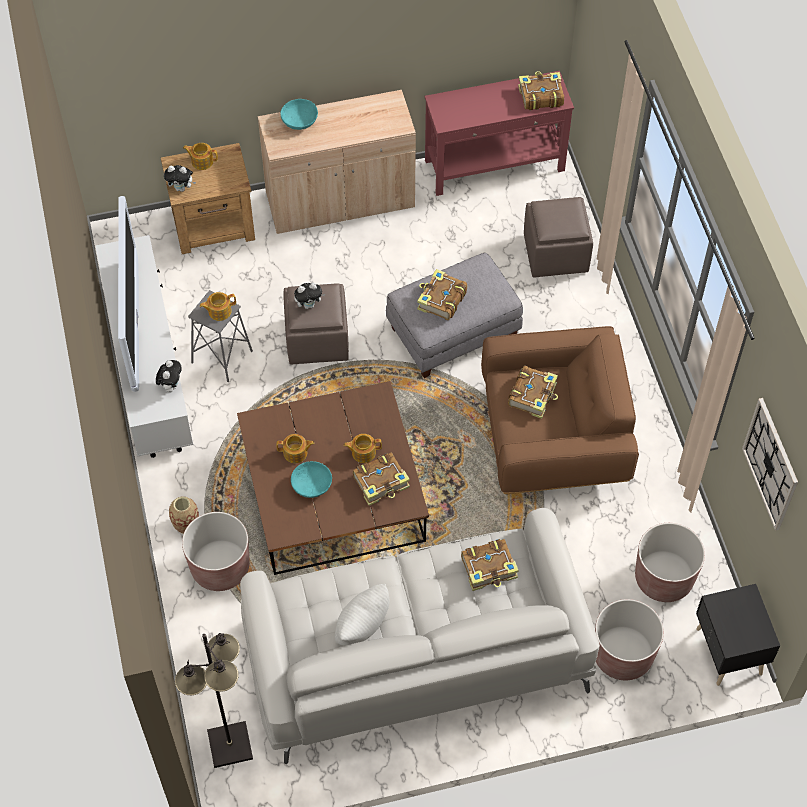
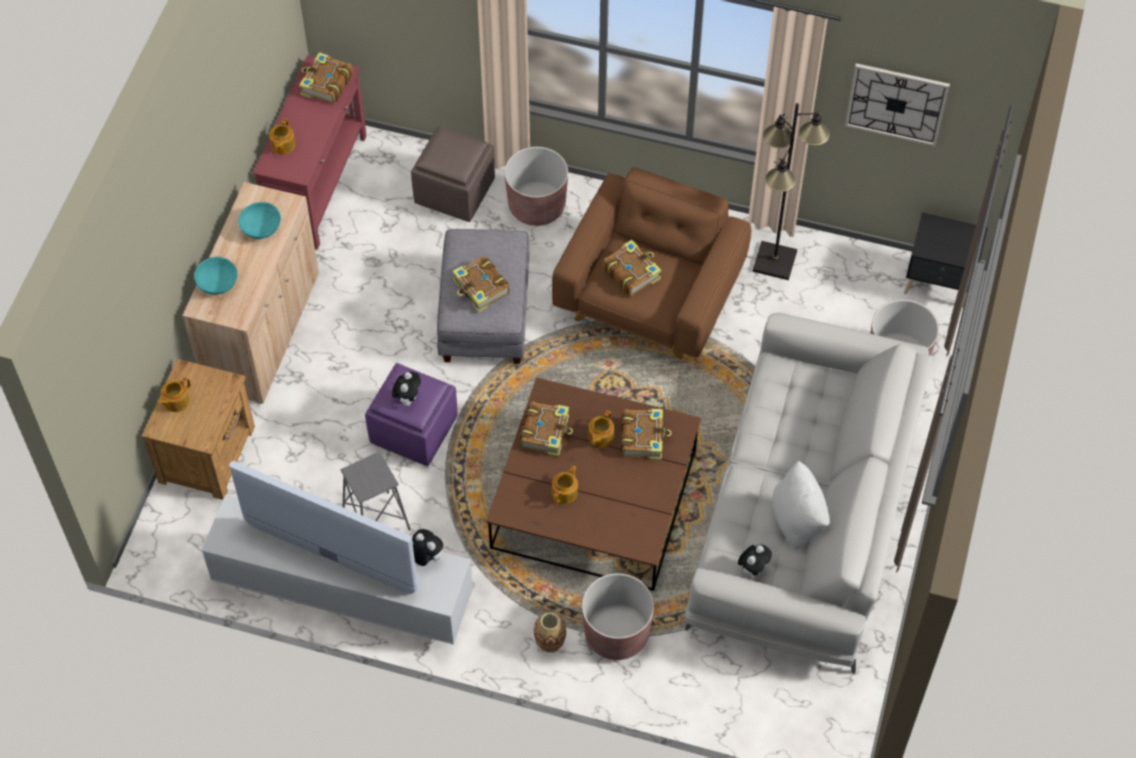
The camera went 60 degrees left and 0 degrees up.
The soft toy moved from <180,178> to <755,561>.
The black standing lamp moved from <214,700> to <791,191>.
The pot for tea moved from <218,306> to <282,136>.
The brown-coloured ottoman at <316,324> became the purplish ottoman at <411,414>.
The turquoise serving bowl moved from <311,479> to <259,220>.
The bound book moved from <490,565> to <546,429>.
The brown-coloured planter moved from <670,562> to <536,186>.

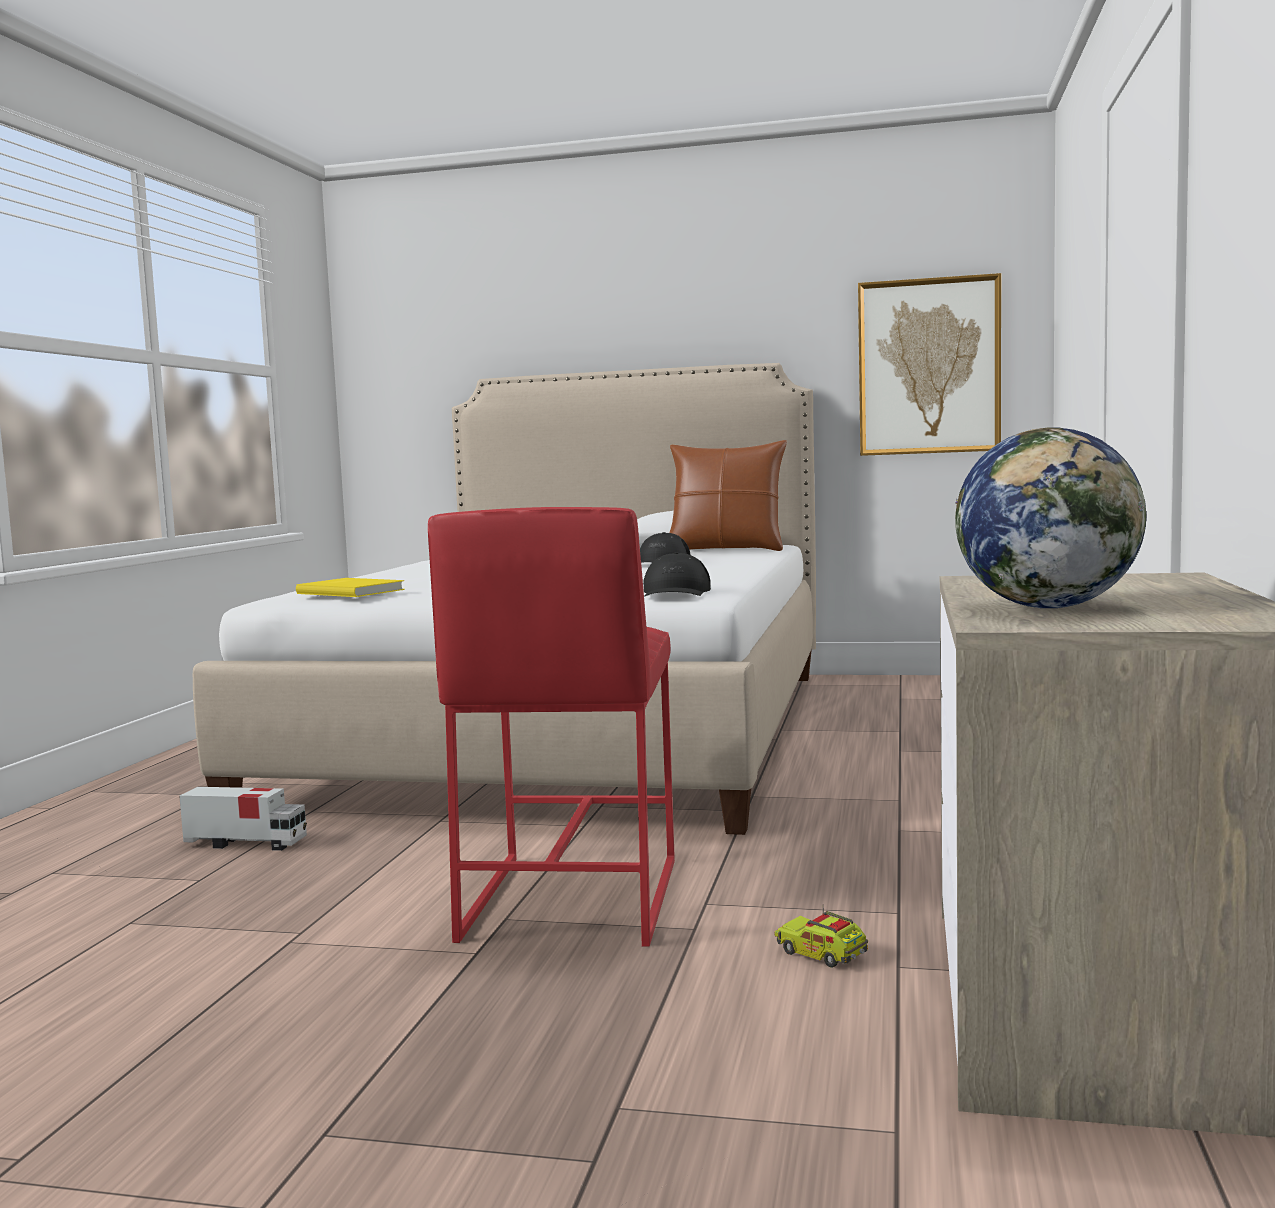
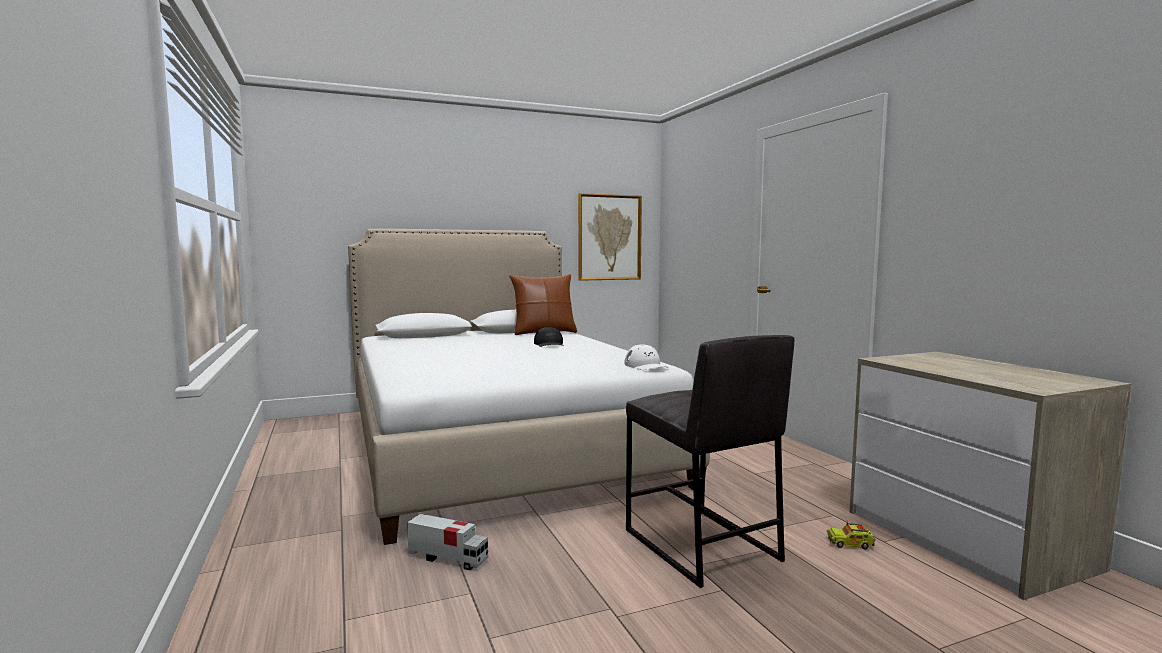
The camera went 35 degrees left and 0 degrees up.
The toy truck at <243,819> turned 45 degrees clockwise.
The yellowish bound book at <350,587> disappeared.
The red stool seat at <551,727> became the grey stool seat at <710,461>.
The black cap at <677,574> became the whitish cap at <646,357>.
The globe at <1051,518> disappeared.

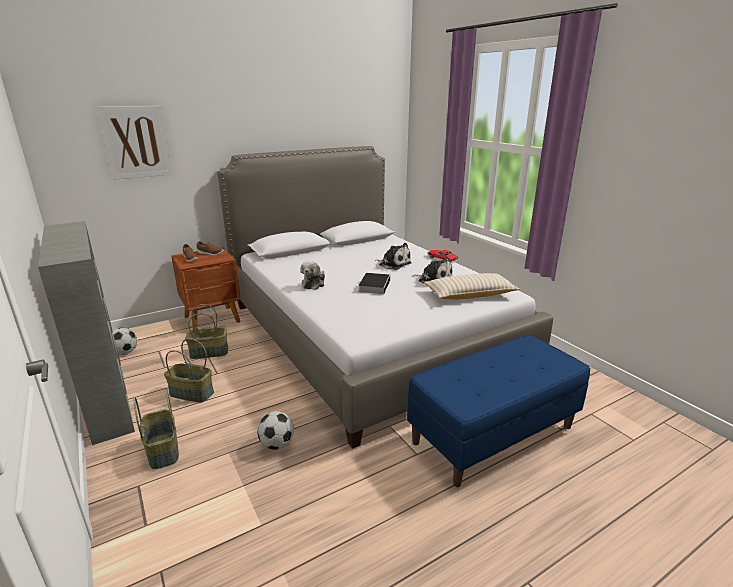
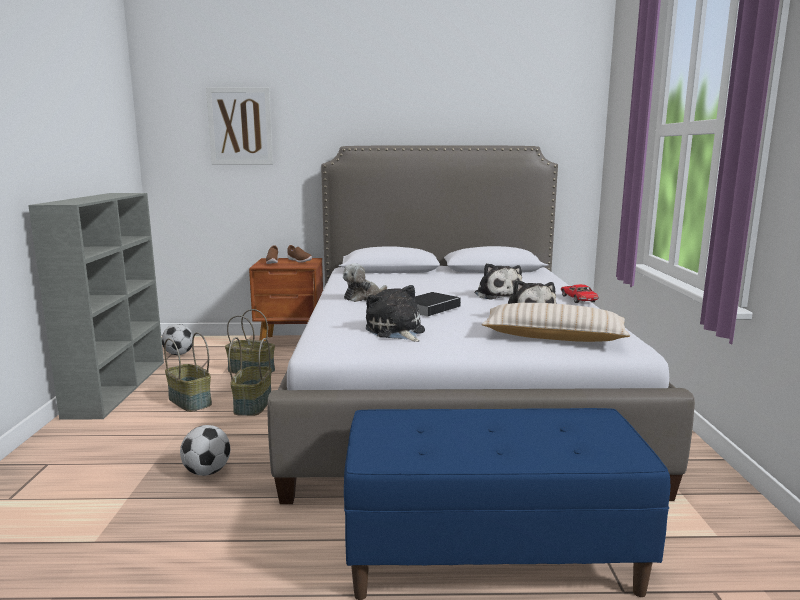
The camera went 30 degrees right and 10 degrees down.
The basket moved from <156,429> to <249,376>.
The soft toy at <395,313> appeared.

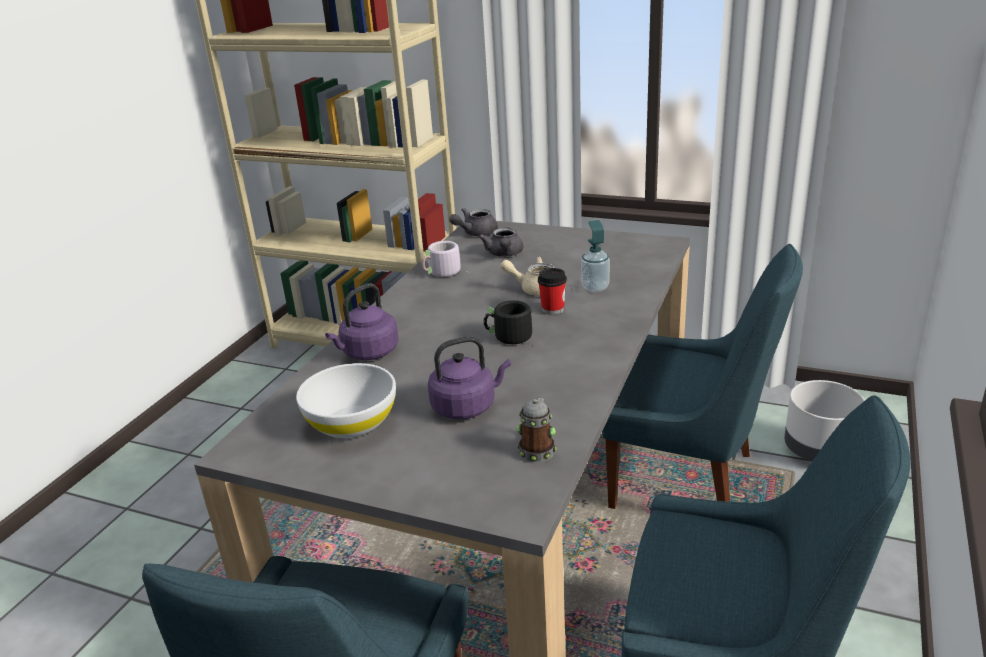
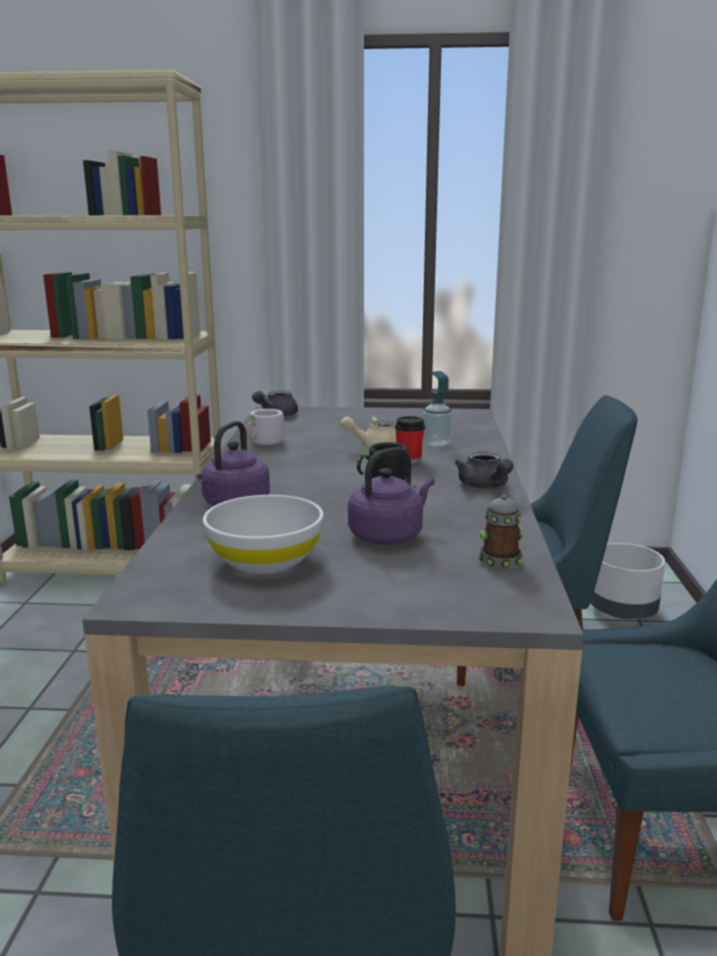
The camera went 20 degrees left and 10 degrees down.
The grey pot for tea moved from <501,242> to <484,470>.

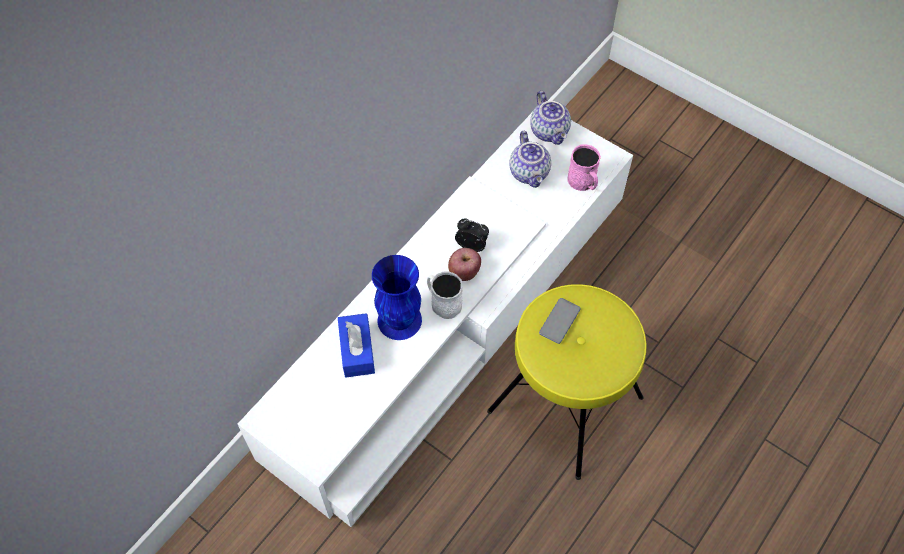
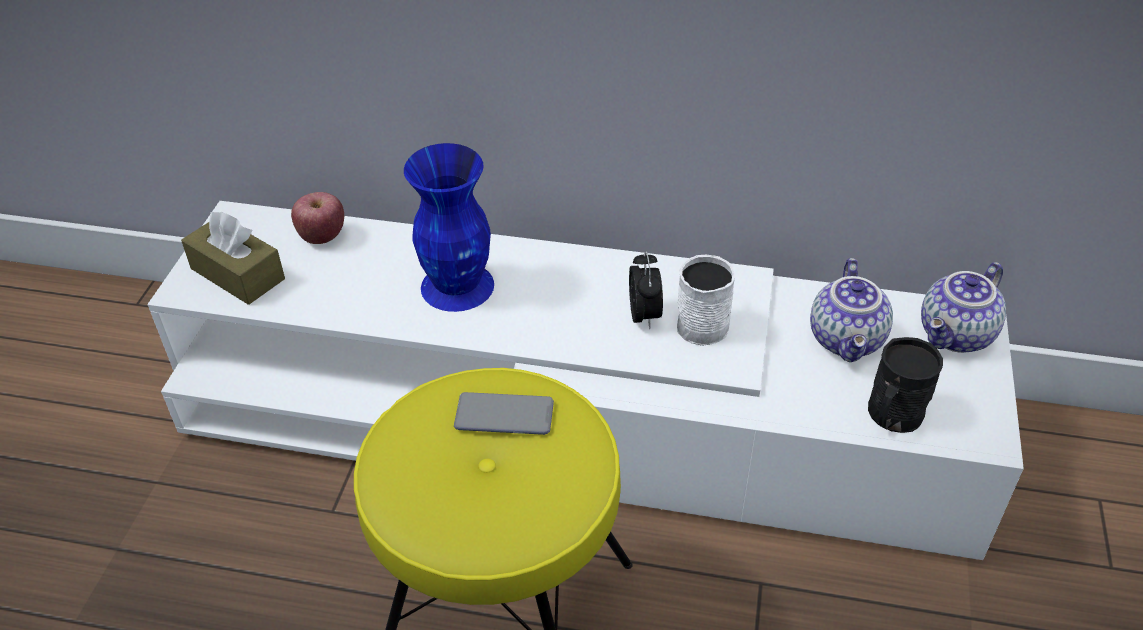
The camera went 65 degrees right and 15 degrees down.
The blue-coloured tissue box at <356,345> disappeared.
The whitish coffee mug moved from <445,295> to <706,300>.
The apple moved from <464,264> to <317,218>.
The pot for tea at <530,159> turned 45 degrees counterclockwise.
The pinkish coffee mug at <584,168> became the black coffee mug at <905,385>.
The brown-coloured tissue box at <233,258> appeared.

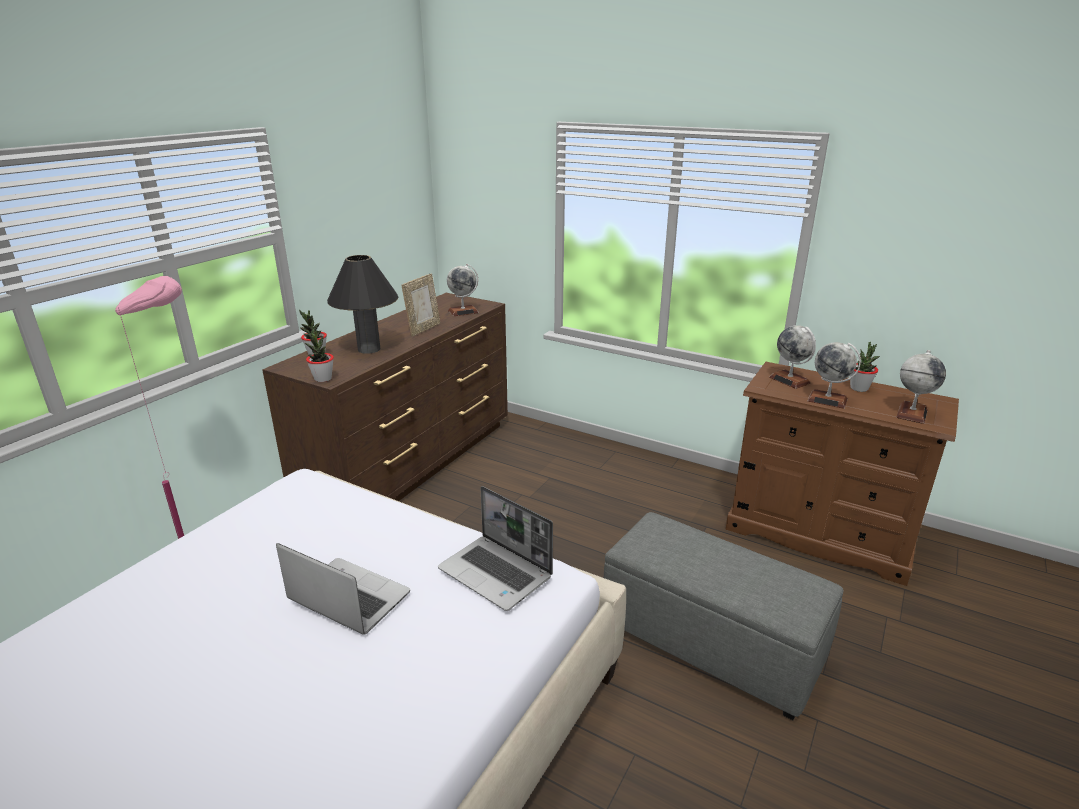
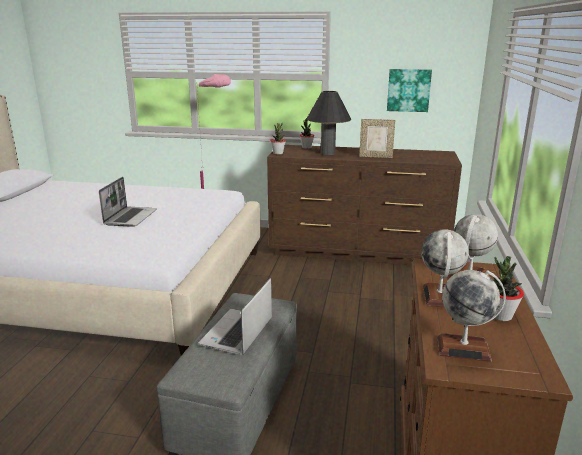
The camera went 70 degrees right and 5 degrees down.
The portable computer moved from <495,548> to <235,316>.
The globe at <463,290> disappeared.
The wall art at <409,90> appeared.

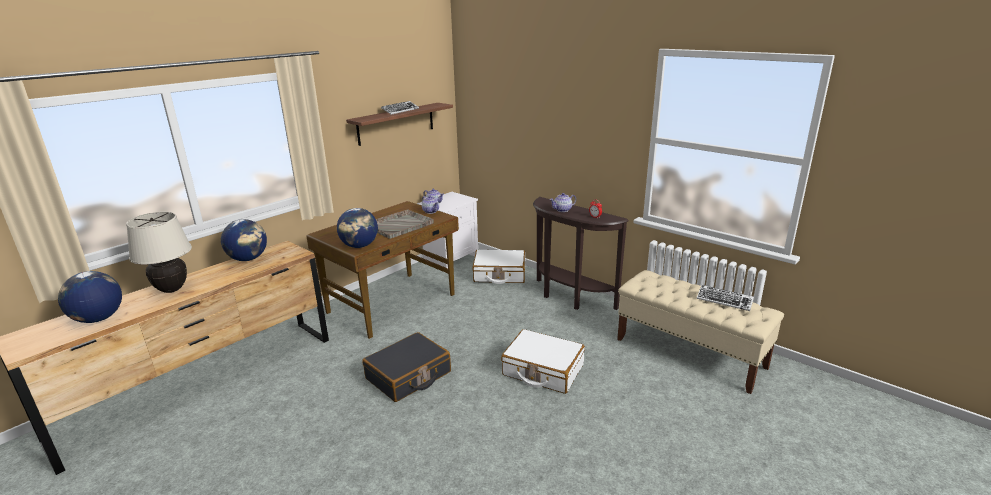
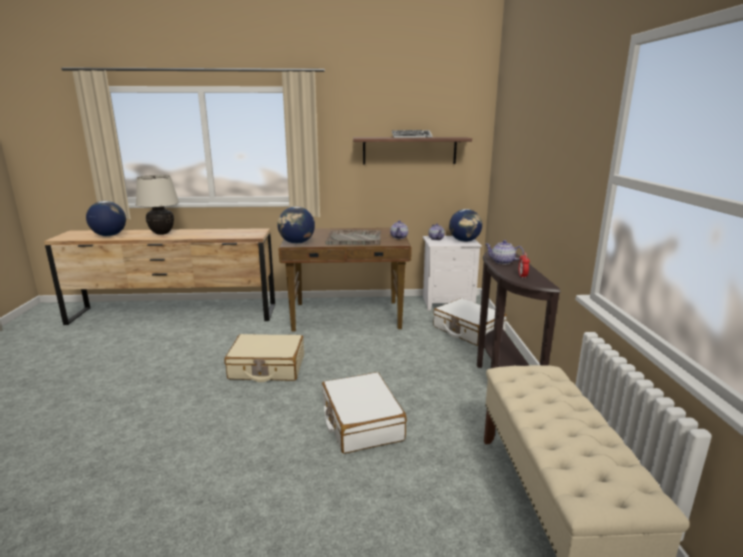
The camera went 45 degrees right and 5 degrees down.
The globe moved from <244,240> to <465,225>.
The black piece of luggage at <406,367> became the sand-coloured piece of luggage at <264,358>.
The PC keyboard at <725,298> disappeared.

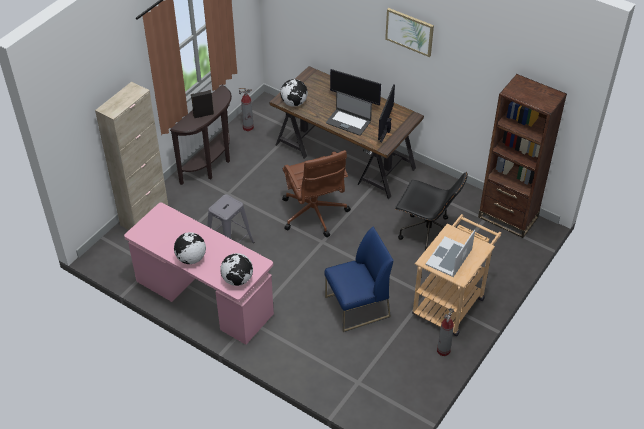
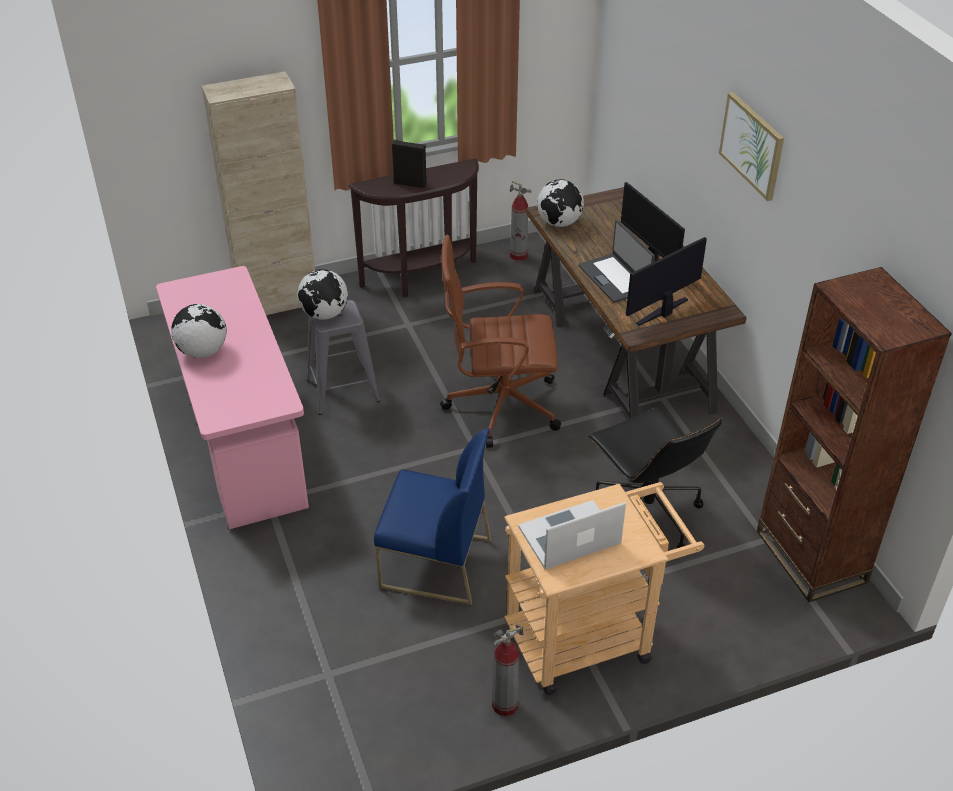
The camera went 35 degrees right and 5 degrees down.
The globe moved from <236,269> to <322,294>.
The brown-coloured desk chair at <316,193> turned 75 degrees clockwise.

